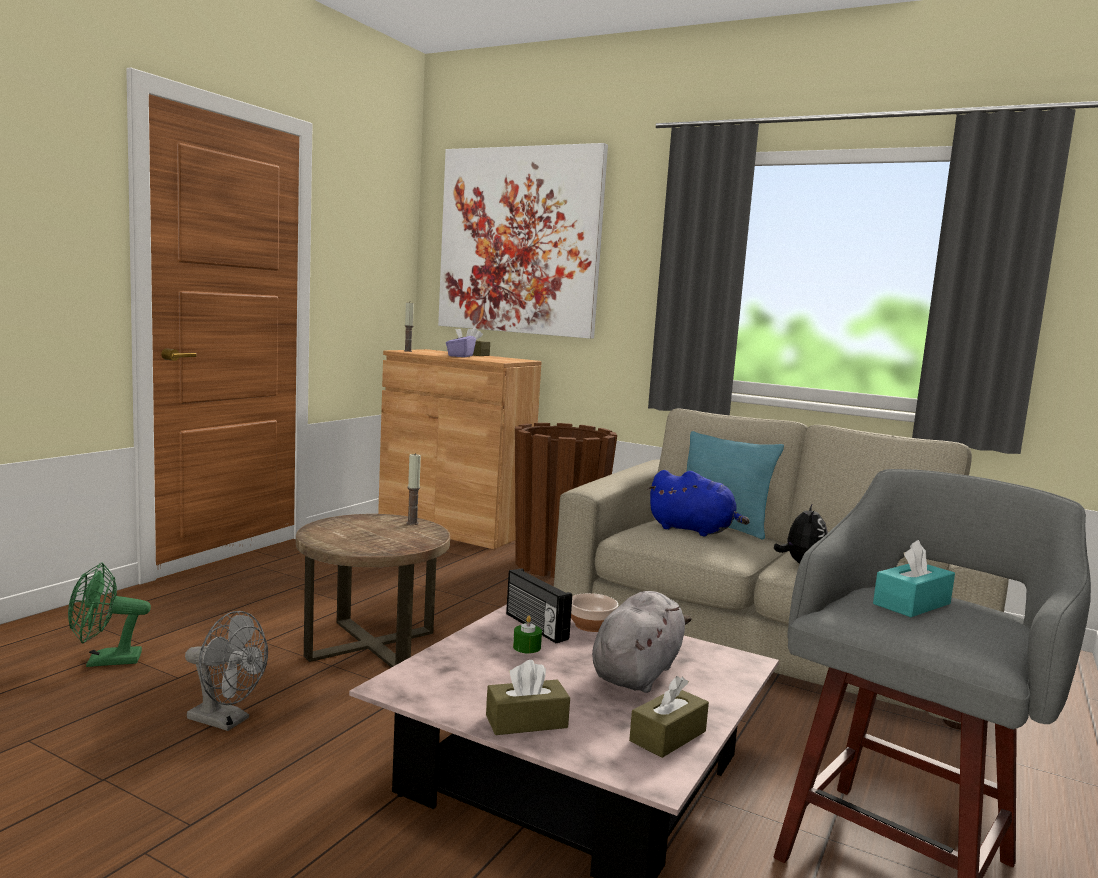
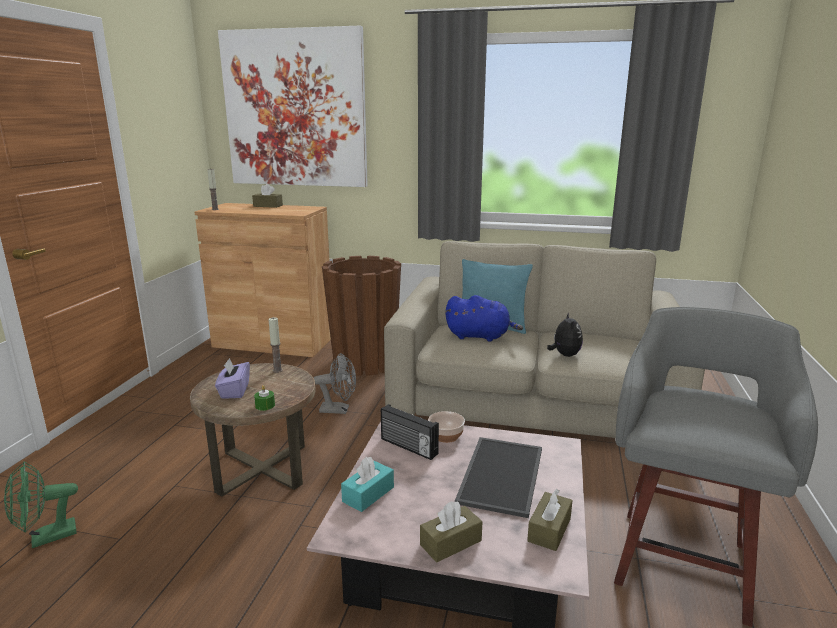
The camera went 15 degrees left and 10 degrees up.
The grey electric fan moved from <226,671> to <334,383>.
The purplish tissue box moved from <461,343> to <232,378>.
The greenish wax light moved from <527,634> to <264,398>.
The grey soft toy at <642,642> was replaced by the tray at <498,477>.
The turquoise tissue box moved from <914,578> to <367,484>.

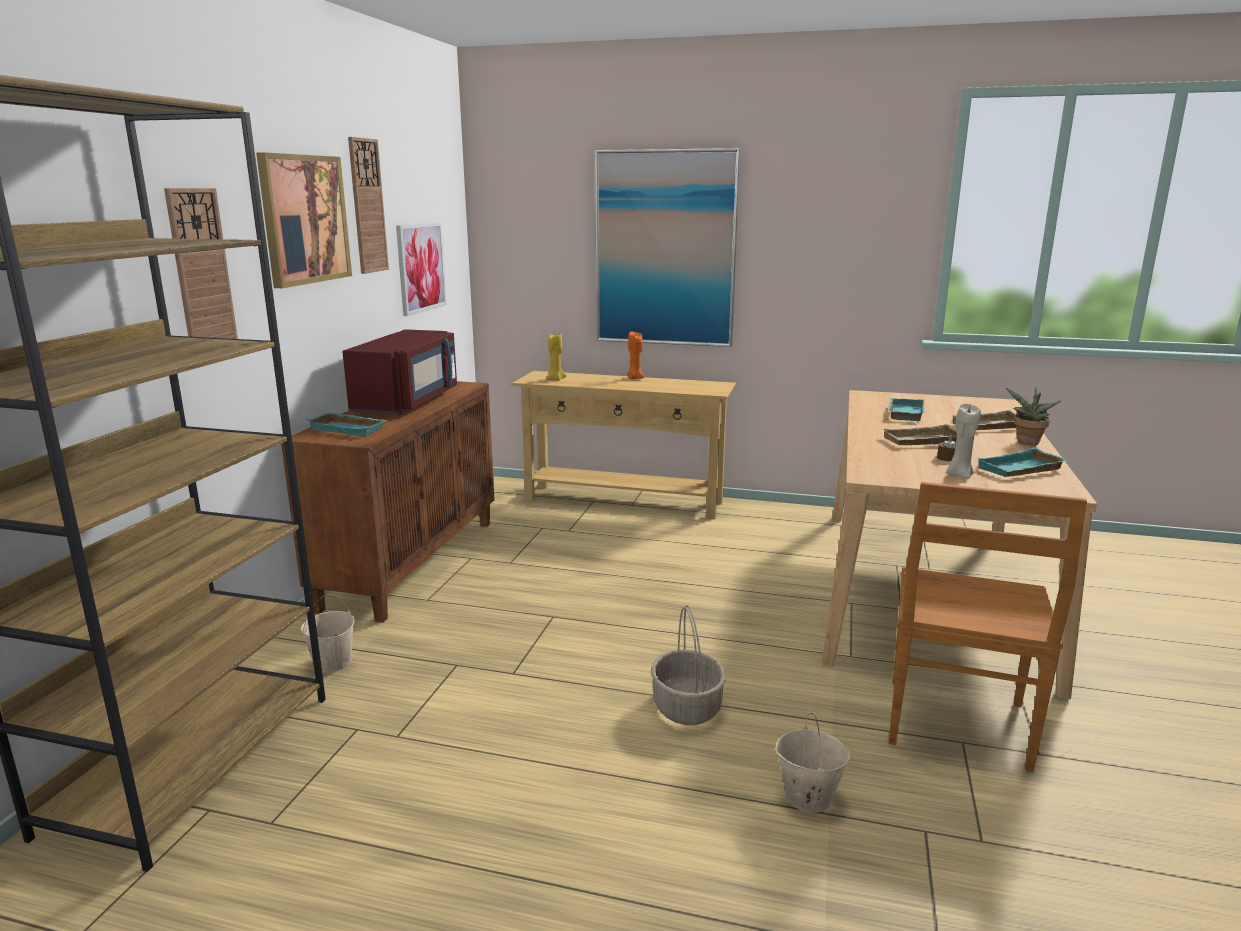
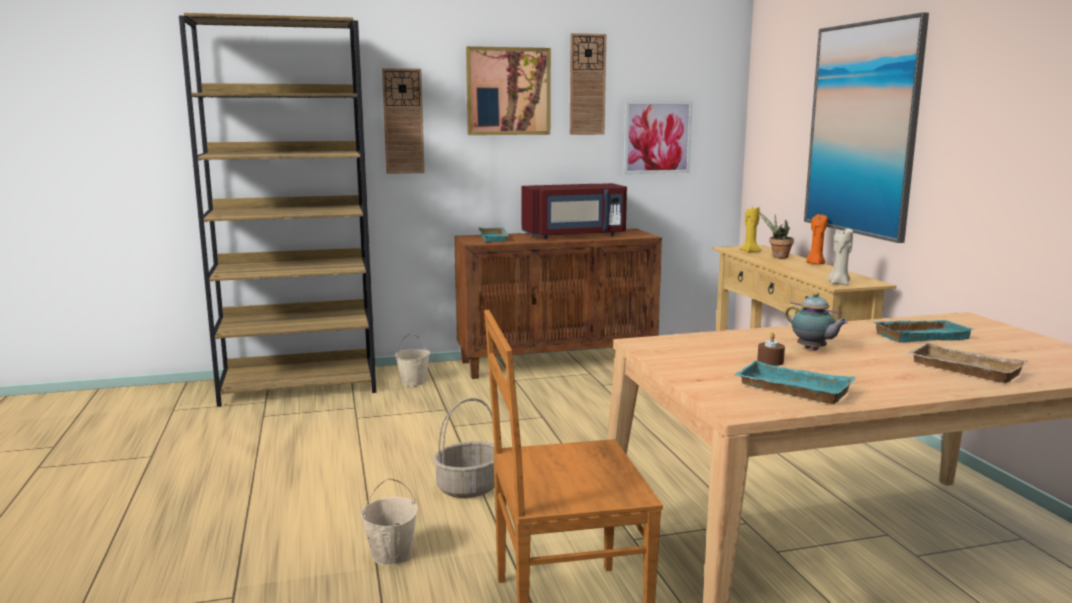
The camera went 60 degrees right and 5 degrees down.
The sand-coloured tray at <920,434> was replaced by the pot for tea at <816,321>.
The sand-coloured wax light moved from <964,441> to <840,256>.
The houseplant moved from <1033,416> to <776,235>.

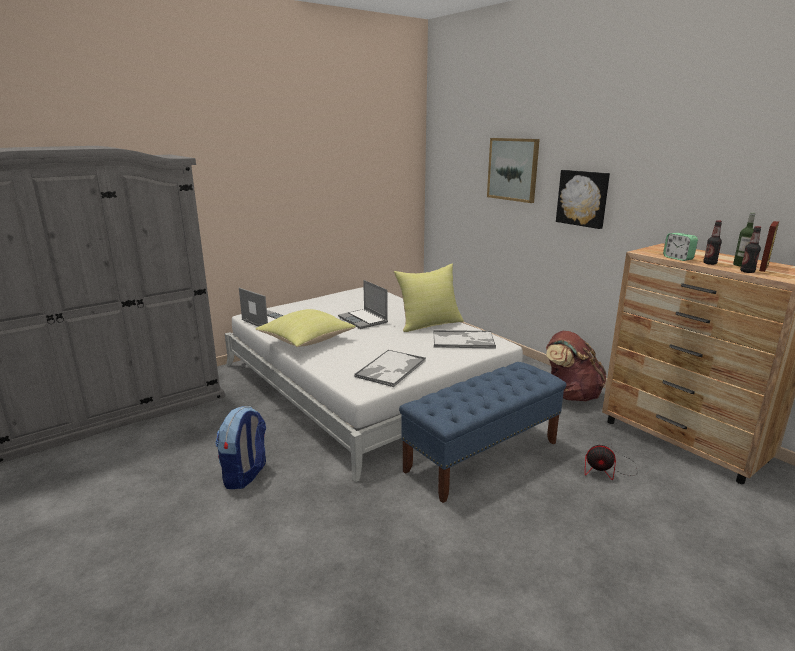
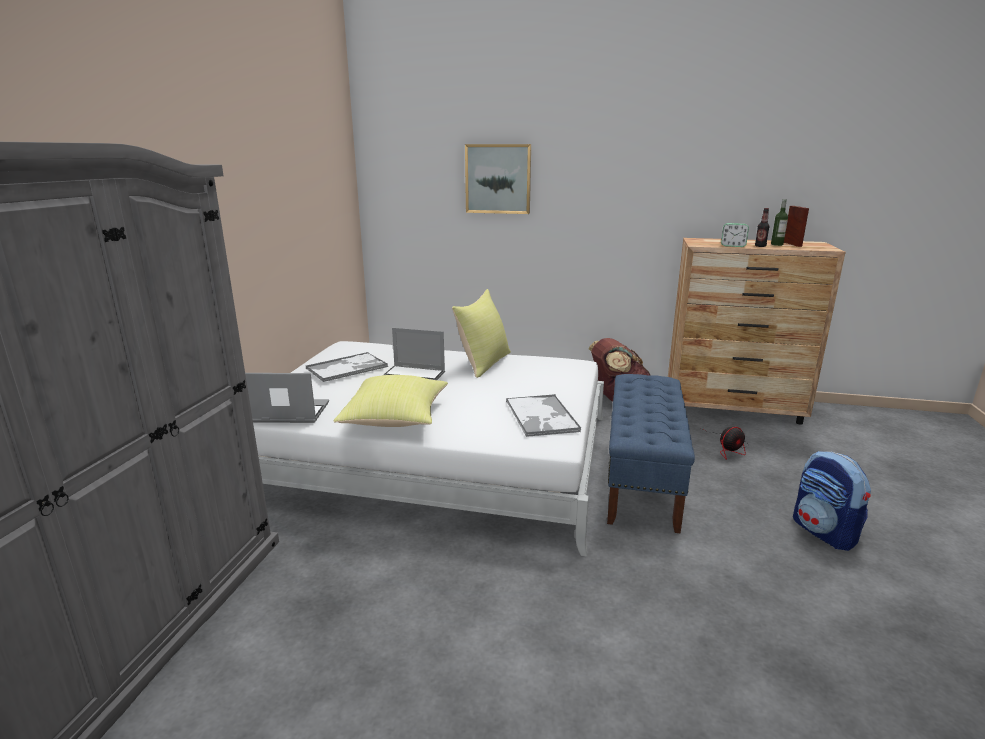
The camera went 40 degrees left and 0 degrees up.
The rucksack moved from <240,447> to <832,501>.
The tray moved from <464,339> to <347,367>.
The wall art at <583,199> disappeared.
The bottle at <750,249> disappeared.

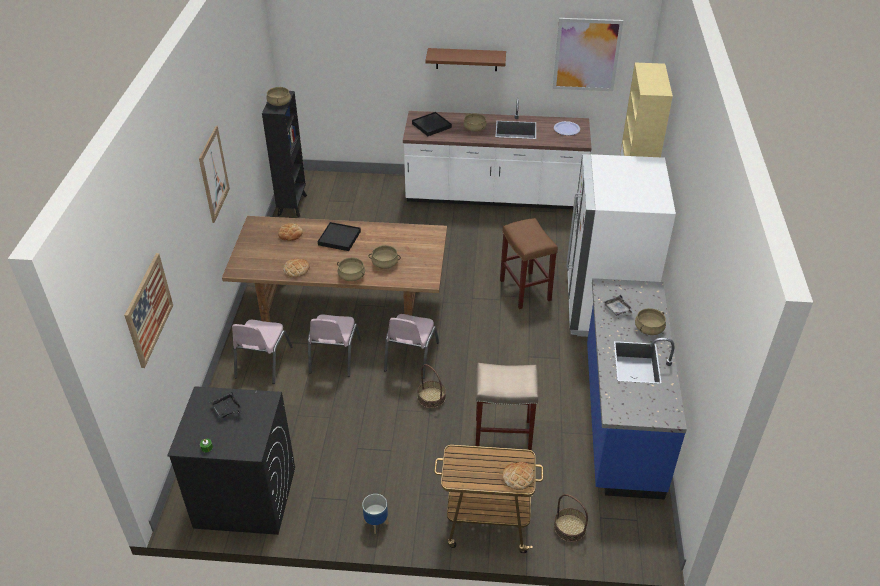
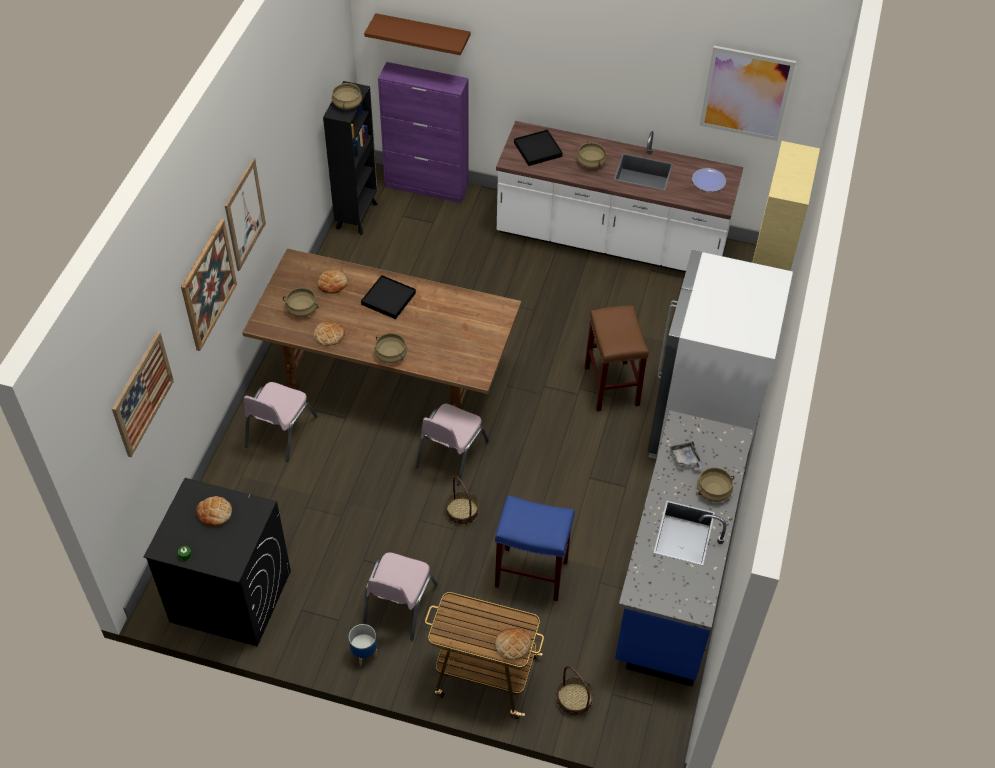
The camera went 10 degrees right and 10 degrees up.
The black tray at <226,404> was replaced by the bread at <214,511>.
The pinkish chair moved from <334,346> to <400,596>.
The sand-coloured cooking pot moved from <385,257> to <300,302>.
The brown-coloured bracket shelf moved from <465,59> to <417,34>.
The sand-coloured stool seat at <506,407> became the blue-coloured stool seat at <535,548>.
The wall art at <209,285> appeared.
The purplish cupboard at <423,132> appeared.

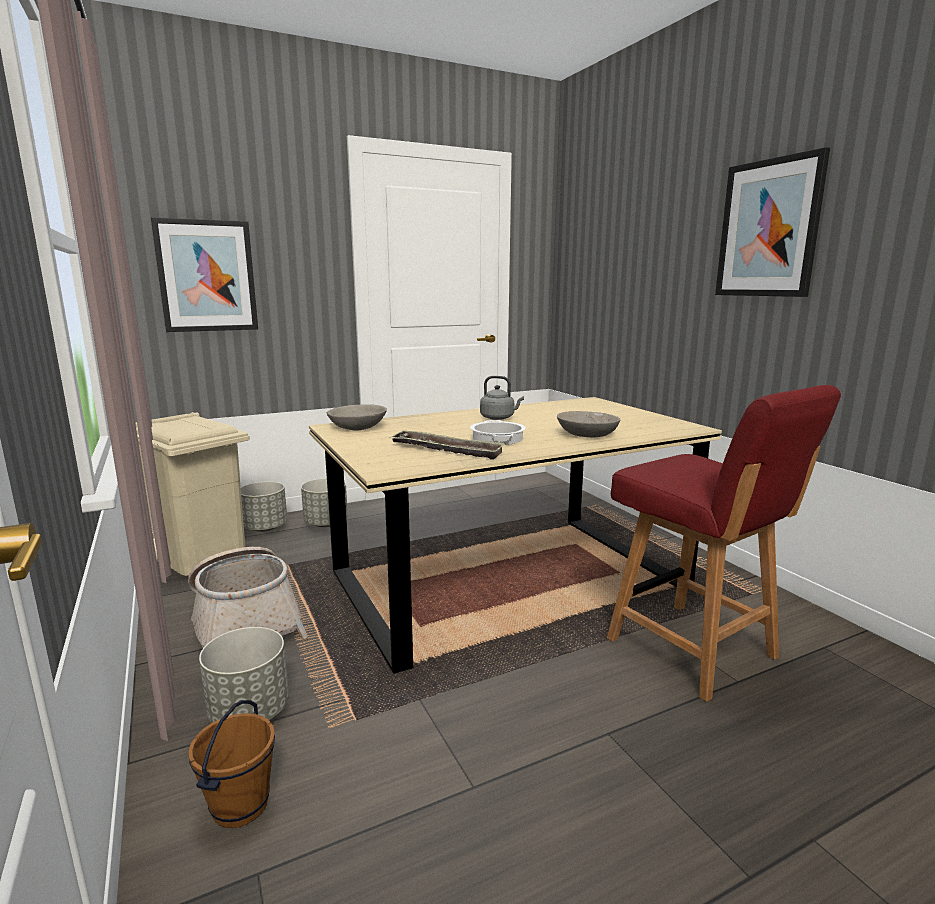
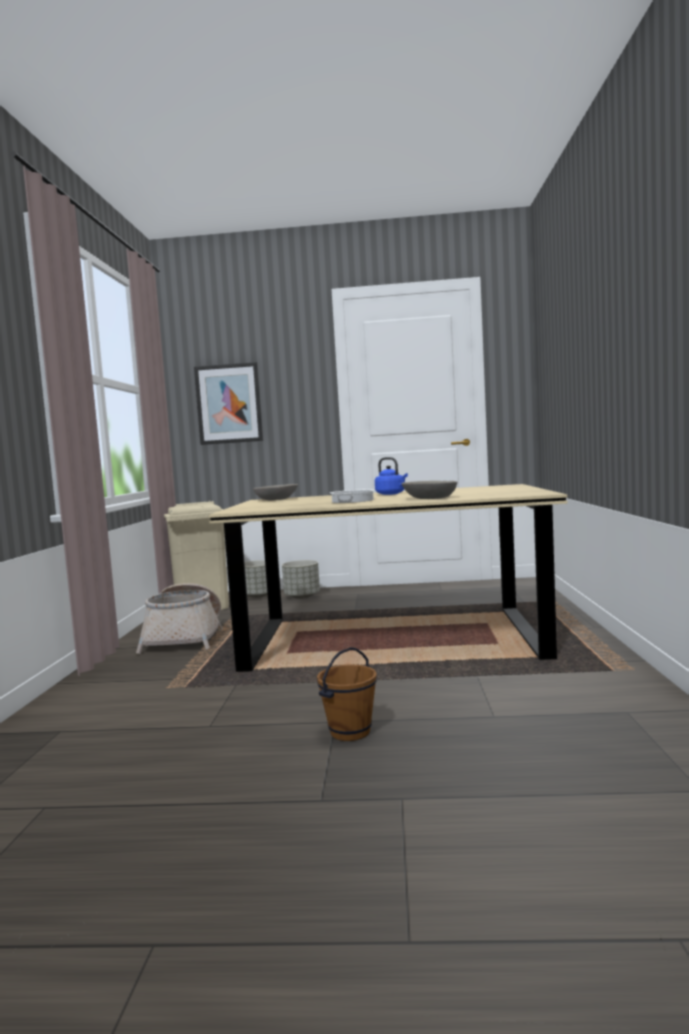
The camera went 30 degrees right and 10 degrees down.
The brown-coloured bucket moved from <231,764> to <347,694>.
The grey planter at <244,675> disappeared.
The tray at <448,445> disappeared.
The grey water kettle at <502,398> became the blue-coloured water kettle at <391,476>.
The red chair at <724,543> disappeared.
The wall art at <772,222> disappeared.

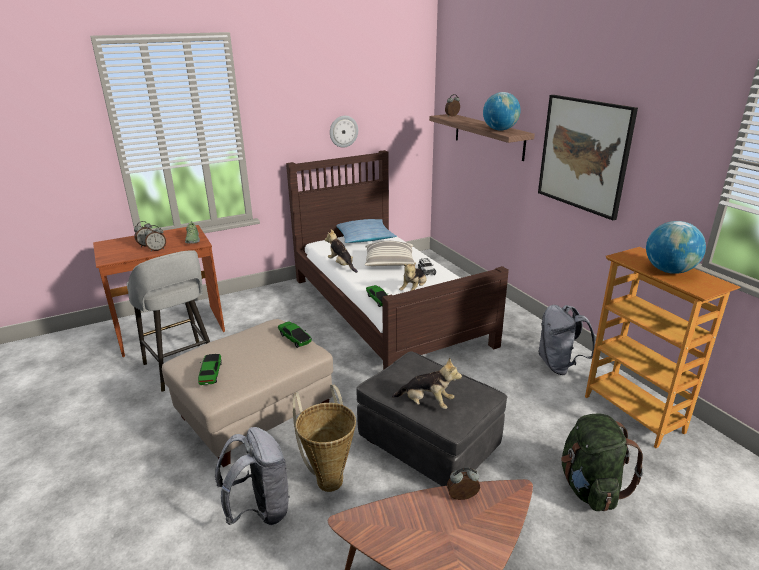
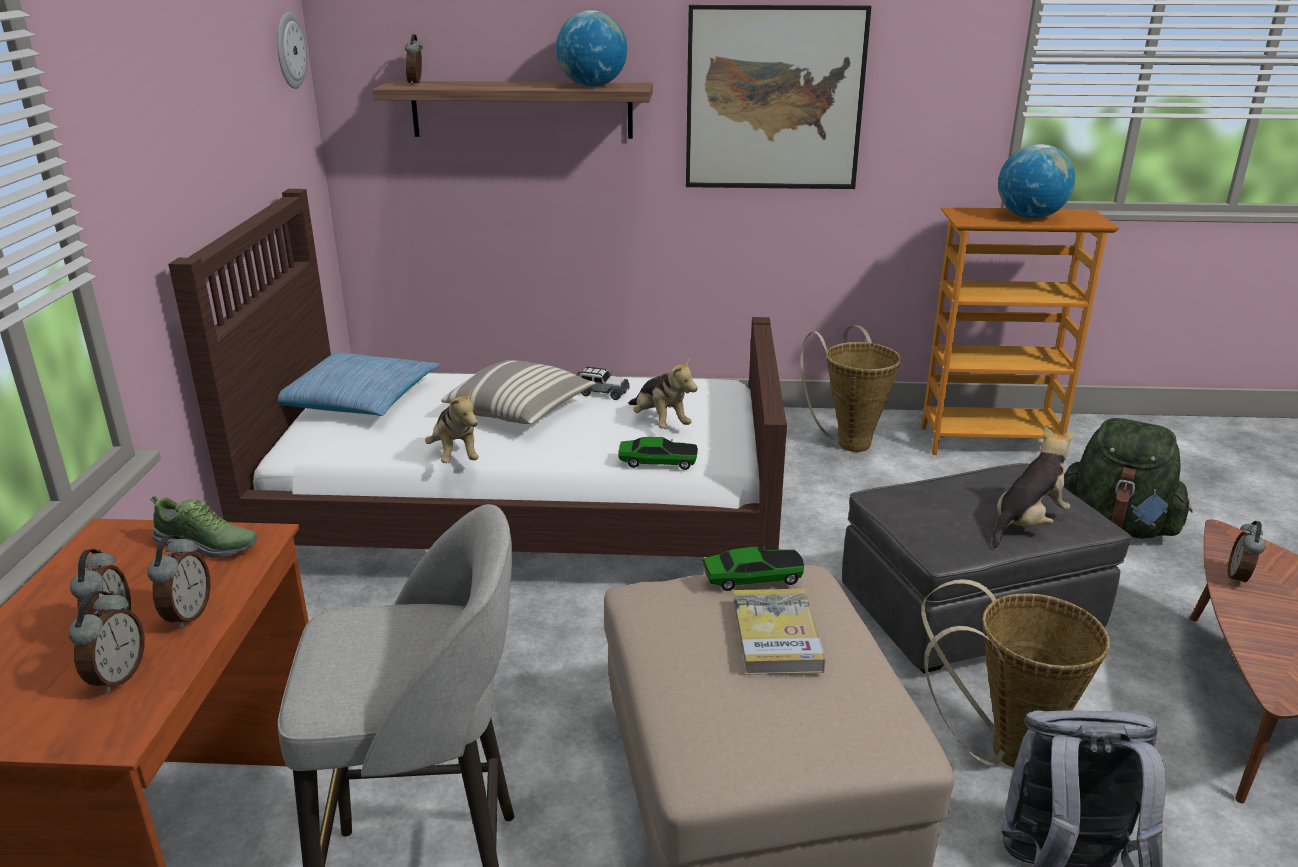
The camera went 60 degrees left and 0 degrees up.
The miniature car at <210,369> disappeared.
The soft toy at <341,251> turned 105 degrees counterclockwise.
The hanging clock moved from <344,132> to <292,50>.
The grey rucksack at <567,340> was replaced by the basket at <851,388>.
The bedside clock at <106,642> appeared.
The bound book at <779,632> appeared.

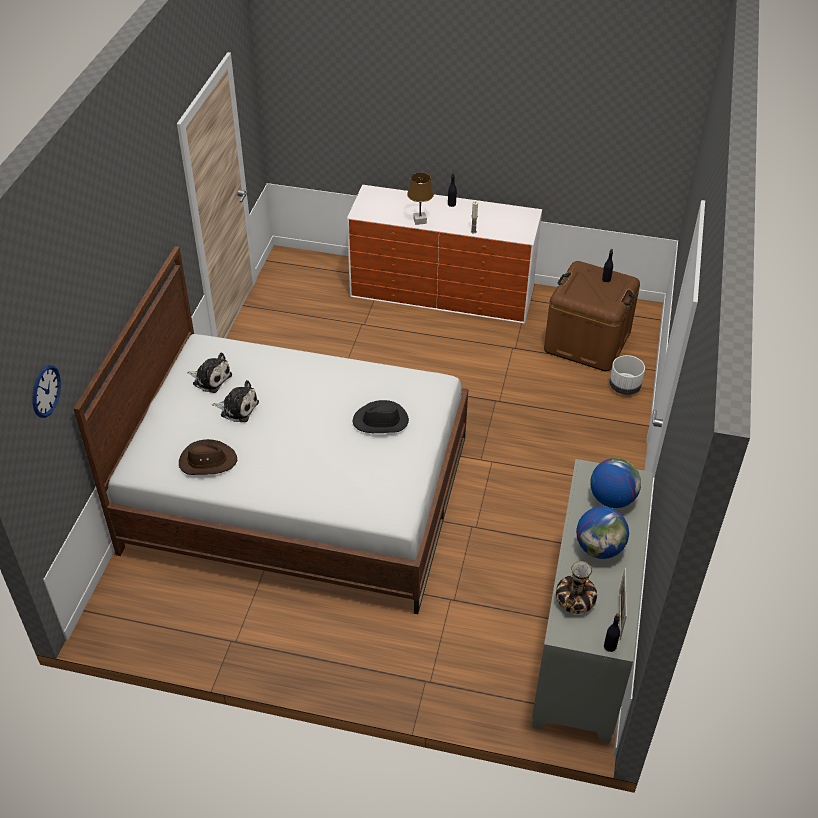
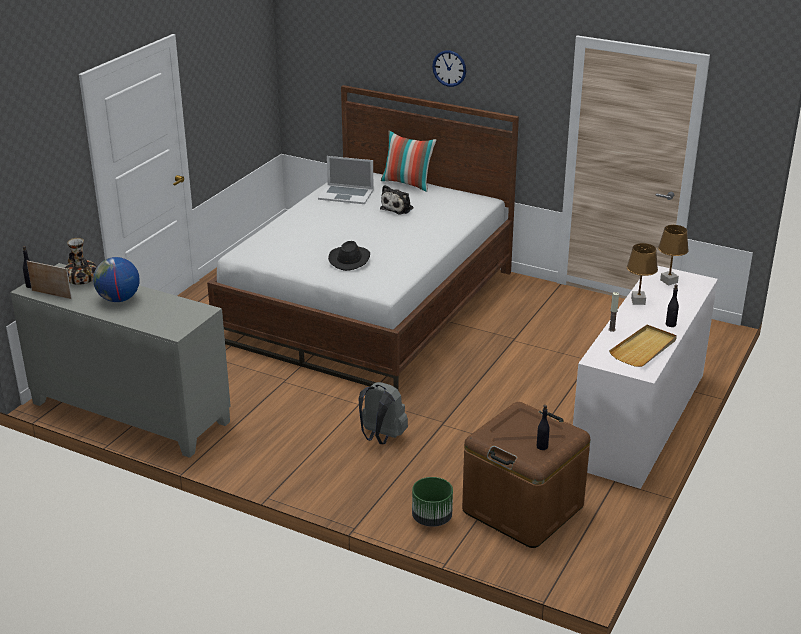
The camera went 105 degrees right and 15 degrees down.
The hanging clock moved from <46,391> to <449,68>.
The brown-coloured wearable hat at <208,457> was replaced by the portable computer at <346,180>.
The soft toy at <209,372> disappeared.
The globe at <615,483> disappeared.
The whitish planter at <627,375> became the greenish planter at <432,502>.
The grey rucksack at <383,413> appeared.
The pillow at <409,161> appeared.
The sand-coloured tray at <643,346> appeared.
The brown-coloured tabletop lamp at <673,255> appeared.

